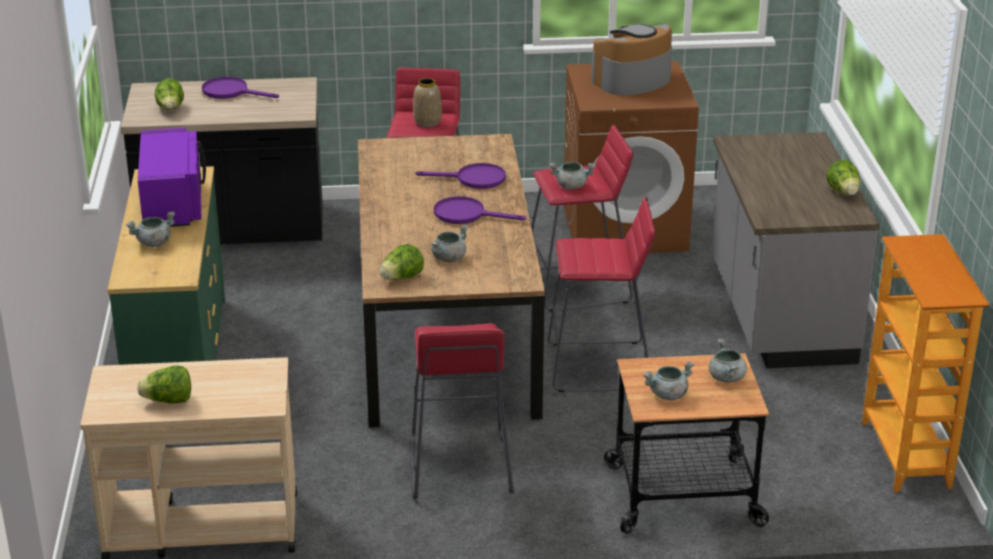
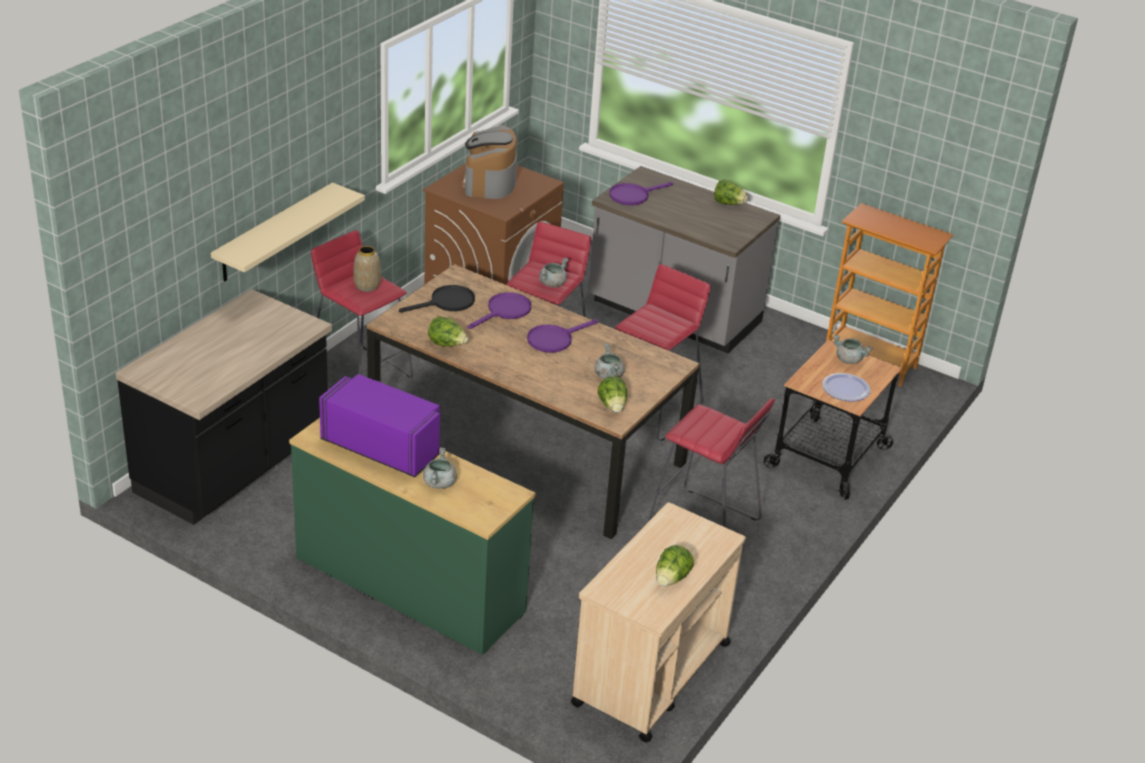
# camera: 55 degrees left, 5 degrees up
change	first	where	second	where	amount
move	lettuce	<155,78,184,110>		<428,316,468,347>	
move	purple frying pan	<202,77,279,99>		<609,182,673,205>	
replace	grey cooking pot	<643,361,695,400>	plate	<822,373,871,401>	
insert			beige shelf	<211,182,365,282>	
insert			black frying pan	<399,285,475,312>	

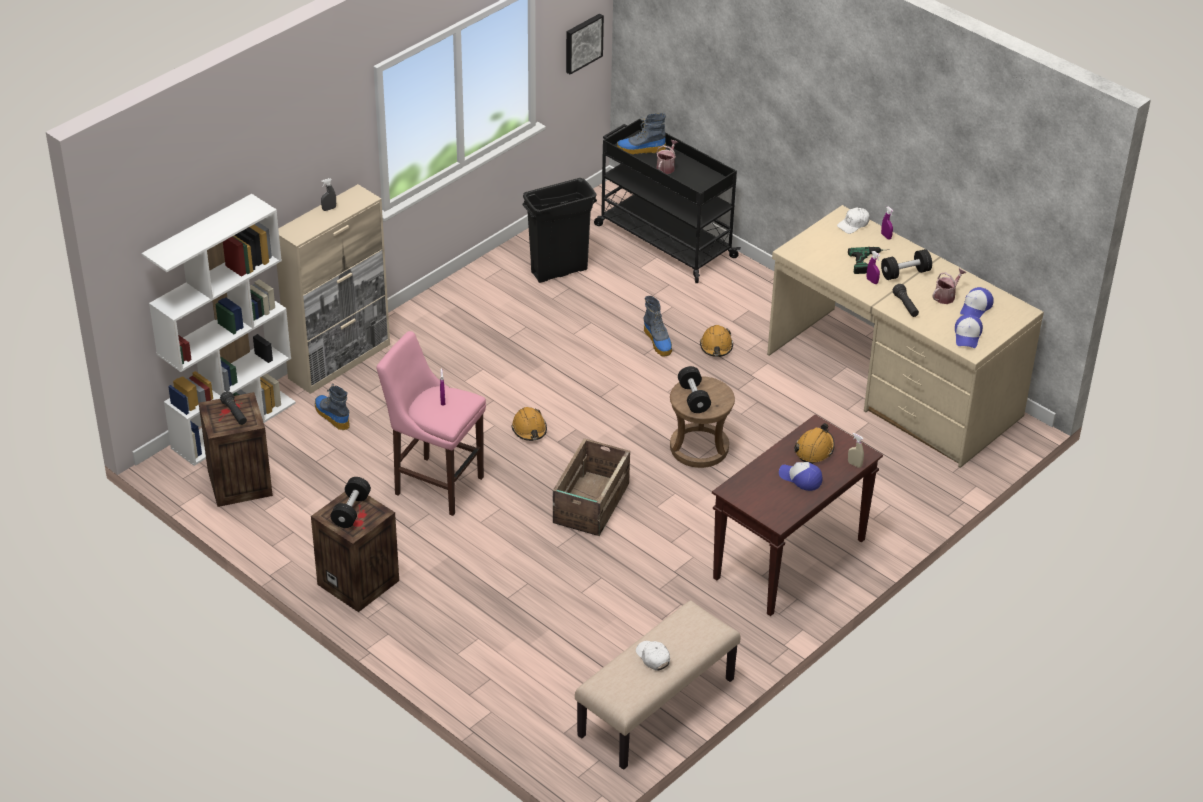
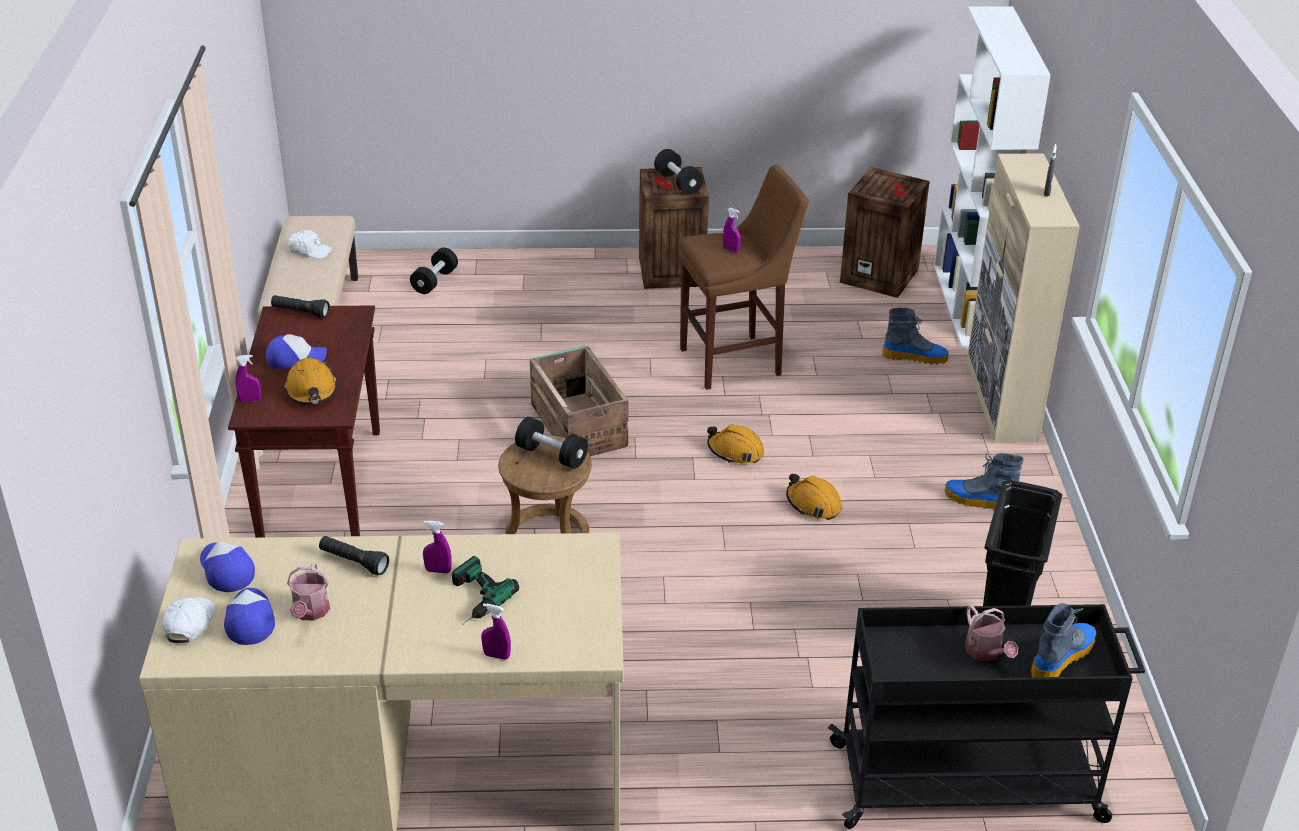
# camera: 135 degrees right, 5 degrees down
change	first	where	second	where	amount
move	black flashlight	<220,391,247,425>		<271,295,330,318>	
recolor	pink stool	<376,331,486,516>	brown stool	<678,165,808,390>	
delete	picture	<566,13,604,75>			
move	boot	<643,296,672,357>		<945,453,1024,510>	
move	orange hard hat	<700,325,733,357>		<786,474,842,520>	
move	white cap	<837,207,870,234>		<162,597,216,643>	
recolor	beige spray bottle	<848,433,864,468>	purple spray bottle	<235,355,261,402>	
move	black dumbbell	<881,249,932,280>		<410,248,458,294>	

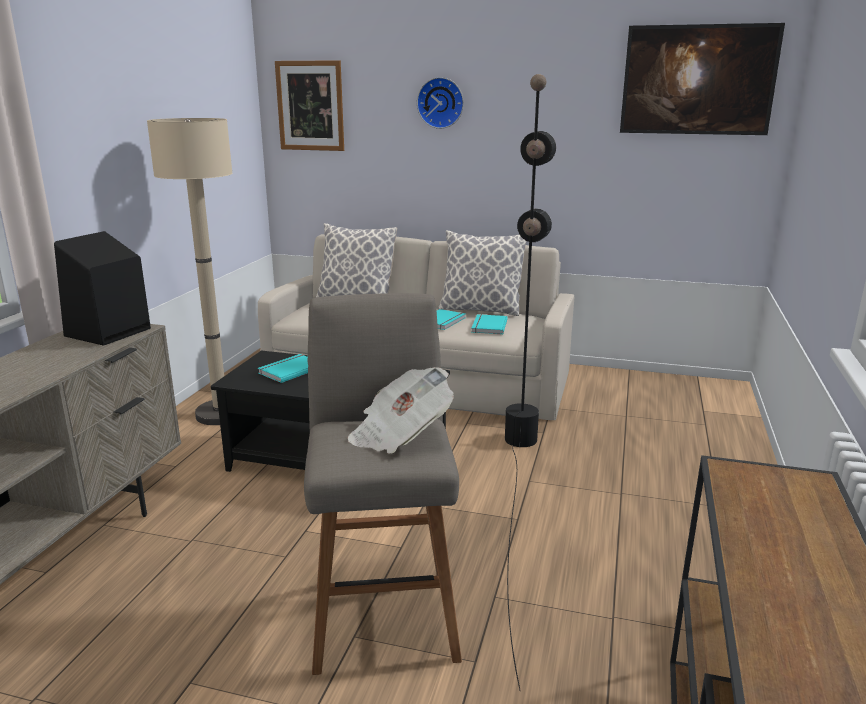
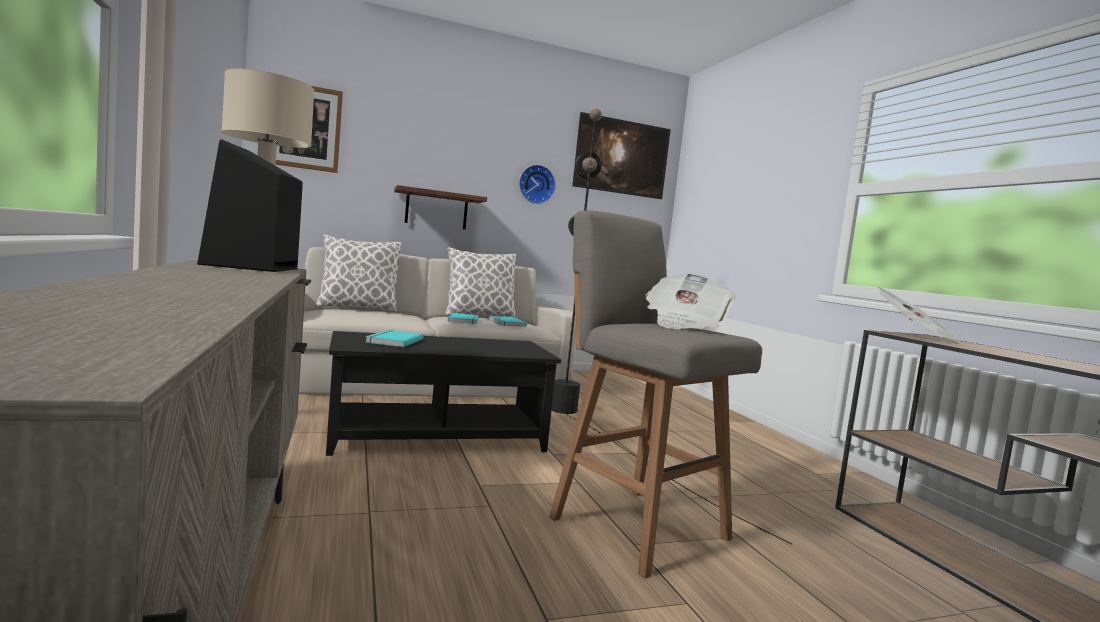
# camera: 35 degrees left, 15 degrees down
change	first	where	second	where	amount
move	wall clock	<417,77,464,129>		<519,165,556,204>	
insert			shelf	<394,185,487,230>	
insert			newspaper	<876,286,959,344>	

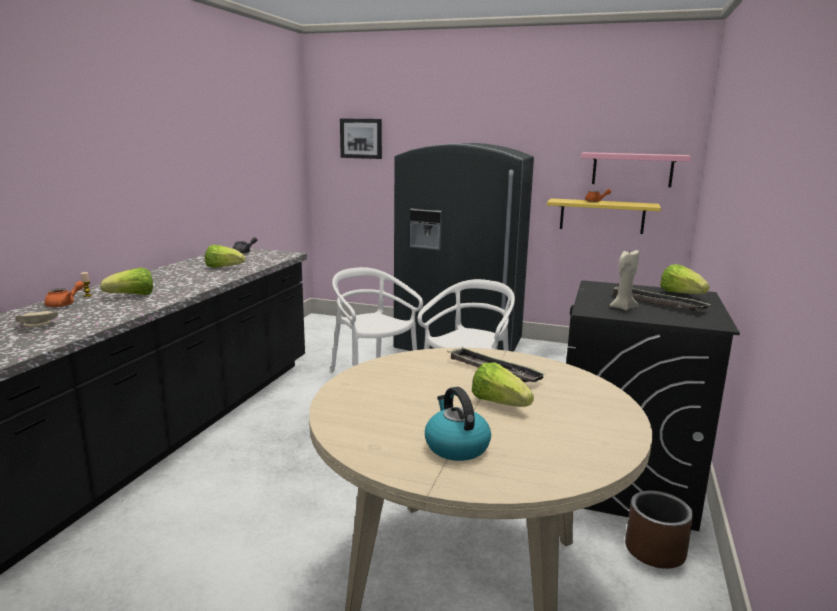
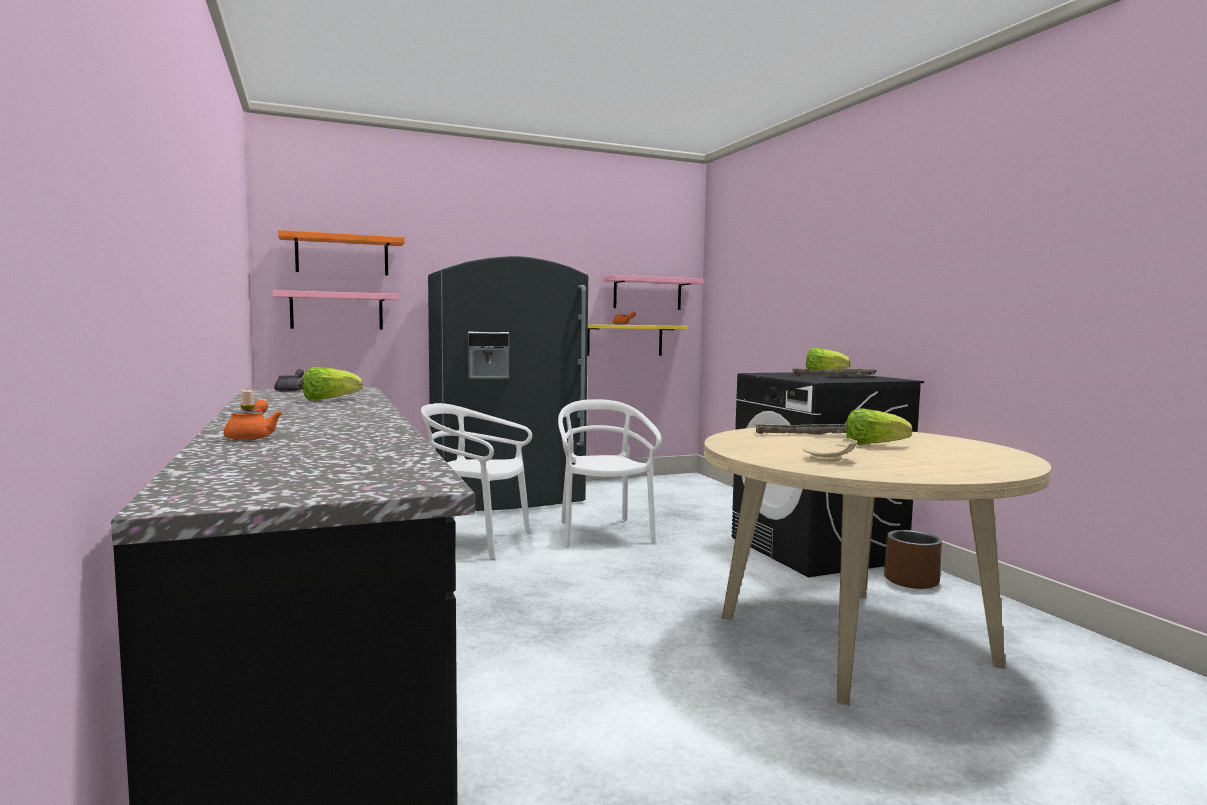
# camera: 40 degrees left, 10 degrees down
change	first	where	second	where	amount
move	beige plate	<15,311,58,327>		<802,438,857,462>	
delete	lettuce	<100,268,153,295>			
replace	picture	<340,118,382,159>	orange shelf	<278,230,405,276>	
delete	kettle	<425,387,491,461>			
delete	beige candle	<609,250,639,311>			
insert			pink shelf	<272,290,399,330>	

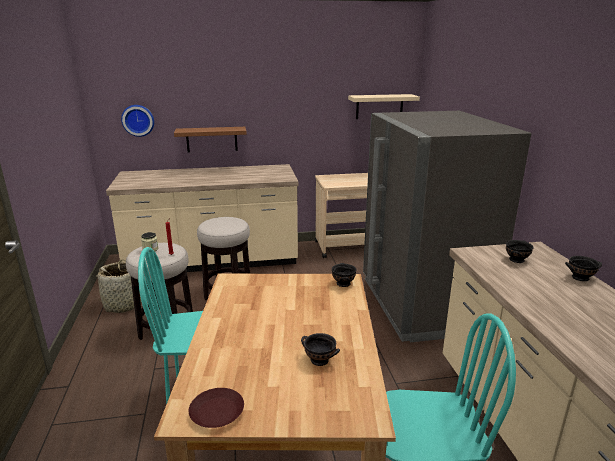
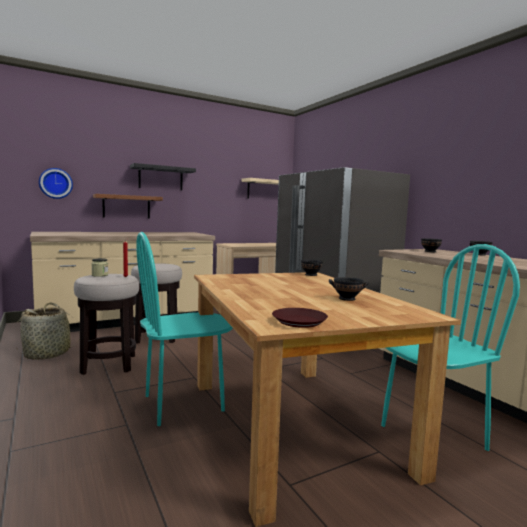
# camera: 20 degrees left, 15 degrees down
change	first	where	second	where	amount
insert			black shelf	<130,163,196,190>	

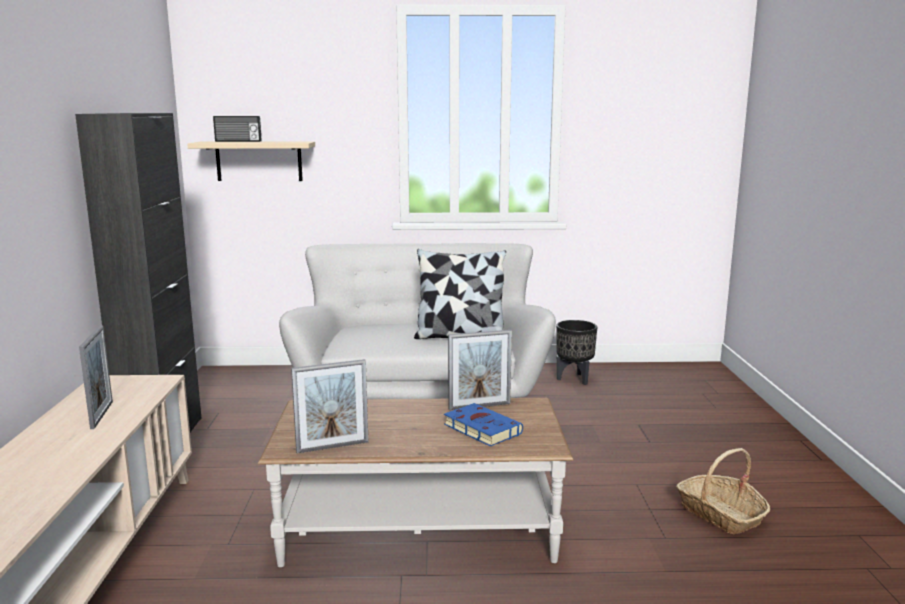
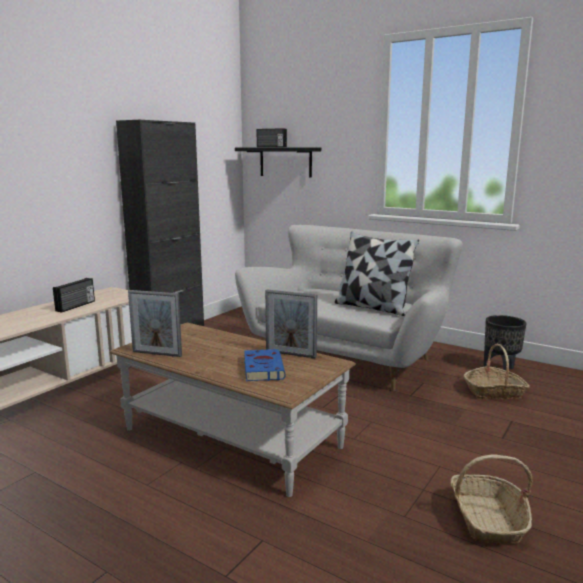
# camera: 35 degrees right, 0 degrees up
change	first	where	second	where	amount
replace	picture frame	<79,326,113,429>	radio	<53,278,95,313>	
recolor	beige shelf	<187,141,315,181>	black shelf	<235,148,321,178>	
insert			basket	<464,344,530,399>	

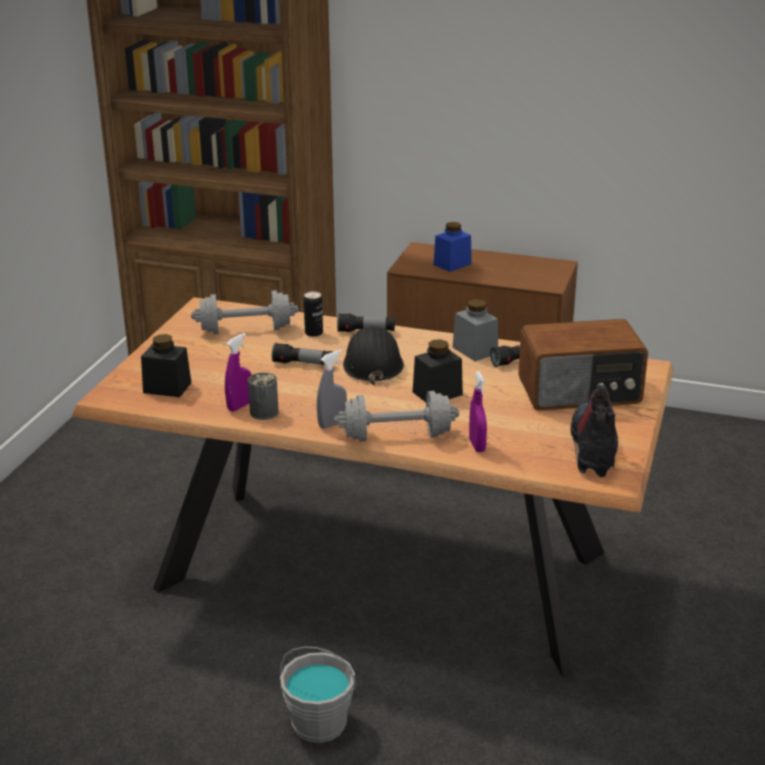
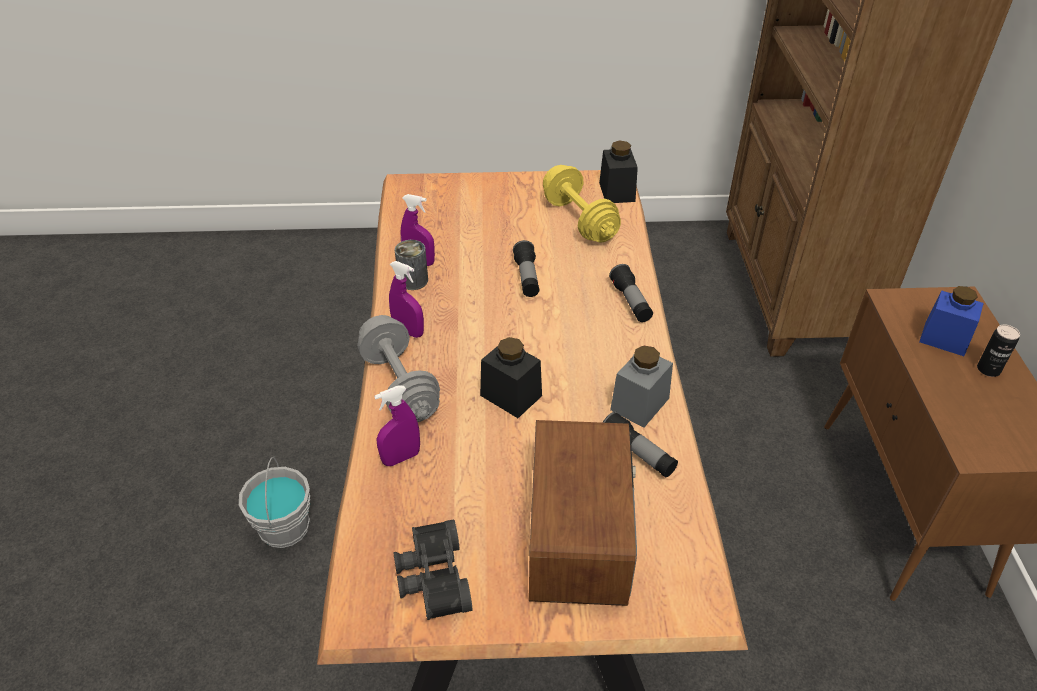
# camera: 70 degrees right, 15 degrees up
change	first	where	second	where	amount
move	black jar	<141,334,192,397>		<599,140,638,203>	
recolor	grey dumbbell	<191,290,298,334>	yellow dumbbell	<543,165,621,243>	
move	can	<304,291,323,337>		<977,324,1020,377>	
recolor	grey spray bottle	<317,350,347,429>	purple spray bottle	<389,261,424,338>	
delete	black hard hat	<343,326,404,385>			
rotate	radio	<518,319,648,411>		<529,420,637,606>	150 degrees counterclockwise
replace	boot	<571,385,618,477>	black binoculars	<393,519,473,620>	

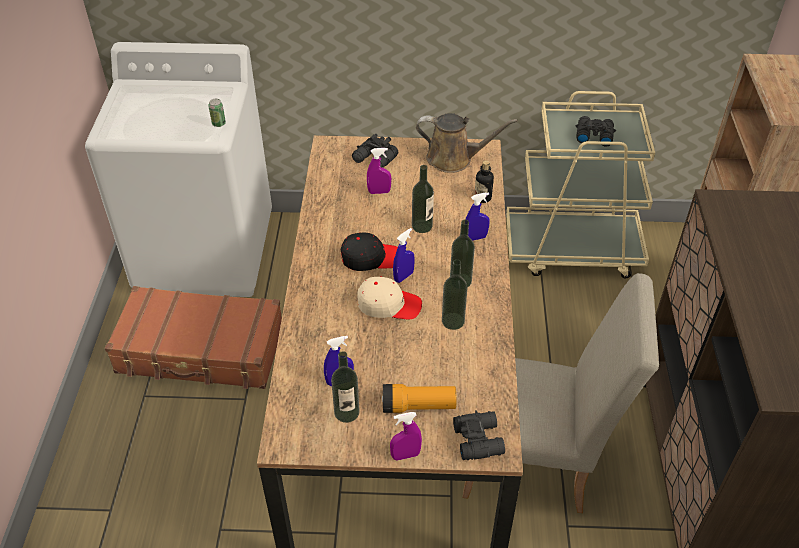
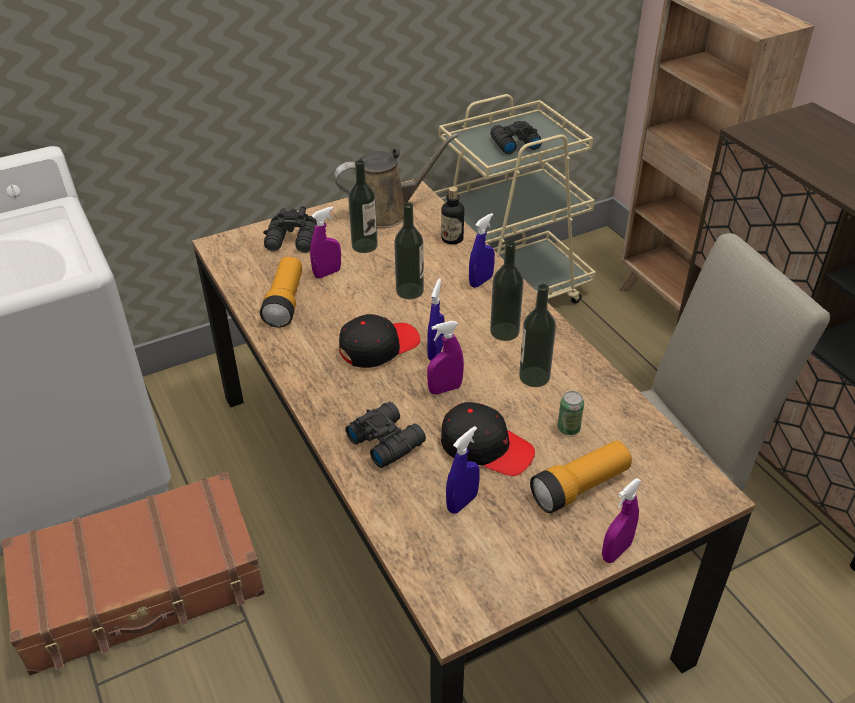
# camera: 30 degrees left, 5 degrees down
change	first	where	second	where	amount
move	can	<208,99,226,127>		<557,391,584,435>	
move	bottle	<331,351,360,423>		<348,160,378,253>	
replace	beige cap	<357,276,422,319>	purple spray bottle	<427,321,464,394>	
move	black binoculars	<453,410,505,460>		<345,402,426,468>	
insert			flashlight	<260,257,302,328>	
insert			black cap	<441,402,535,476>	

